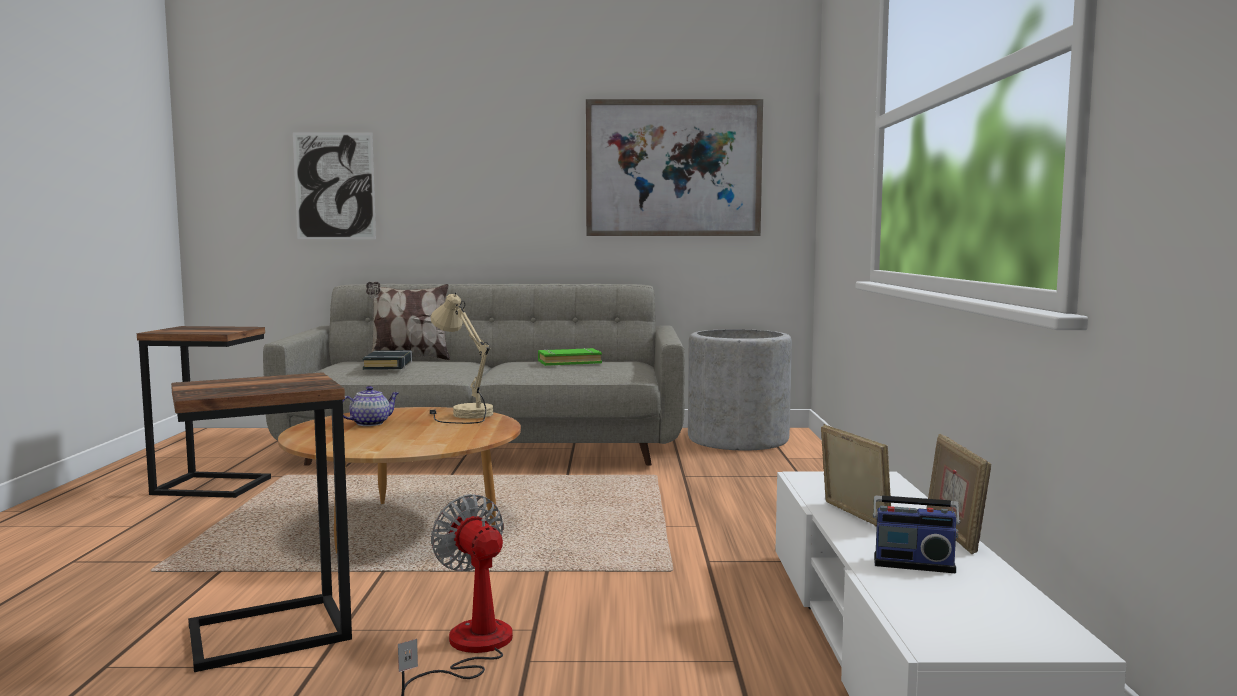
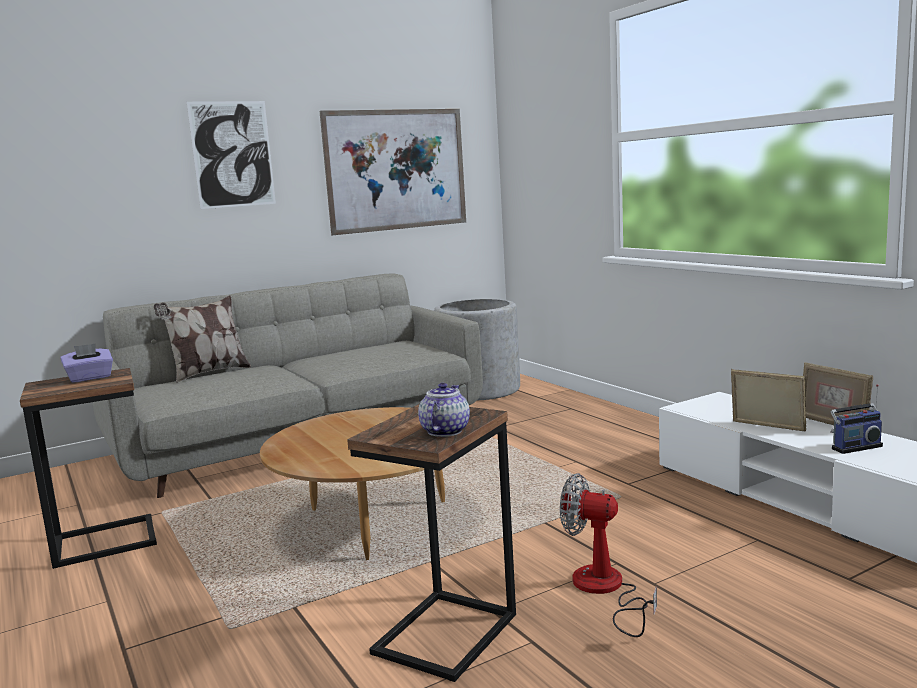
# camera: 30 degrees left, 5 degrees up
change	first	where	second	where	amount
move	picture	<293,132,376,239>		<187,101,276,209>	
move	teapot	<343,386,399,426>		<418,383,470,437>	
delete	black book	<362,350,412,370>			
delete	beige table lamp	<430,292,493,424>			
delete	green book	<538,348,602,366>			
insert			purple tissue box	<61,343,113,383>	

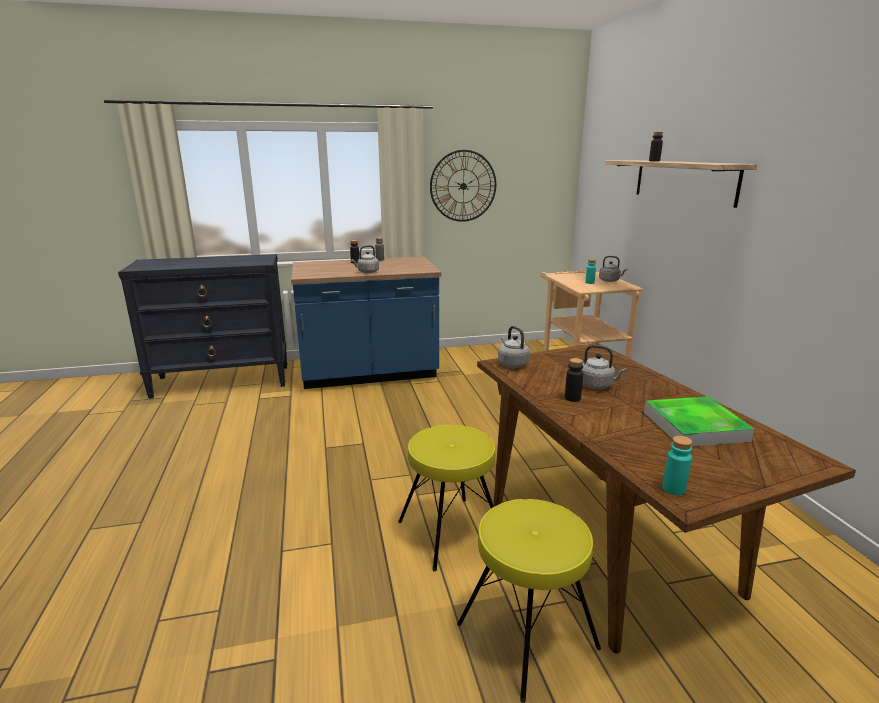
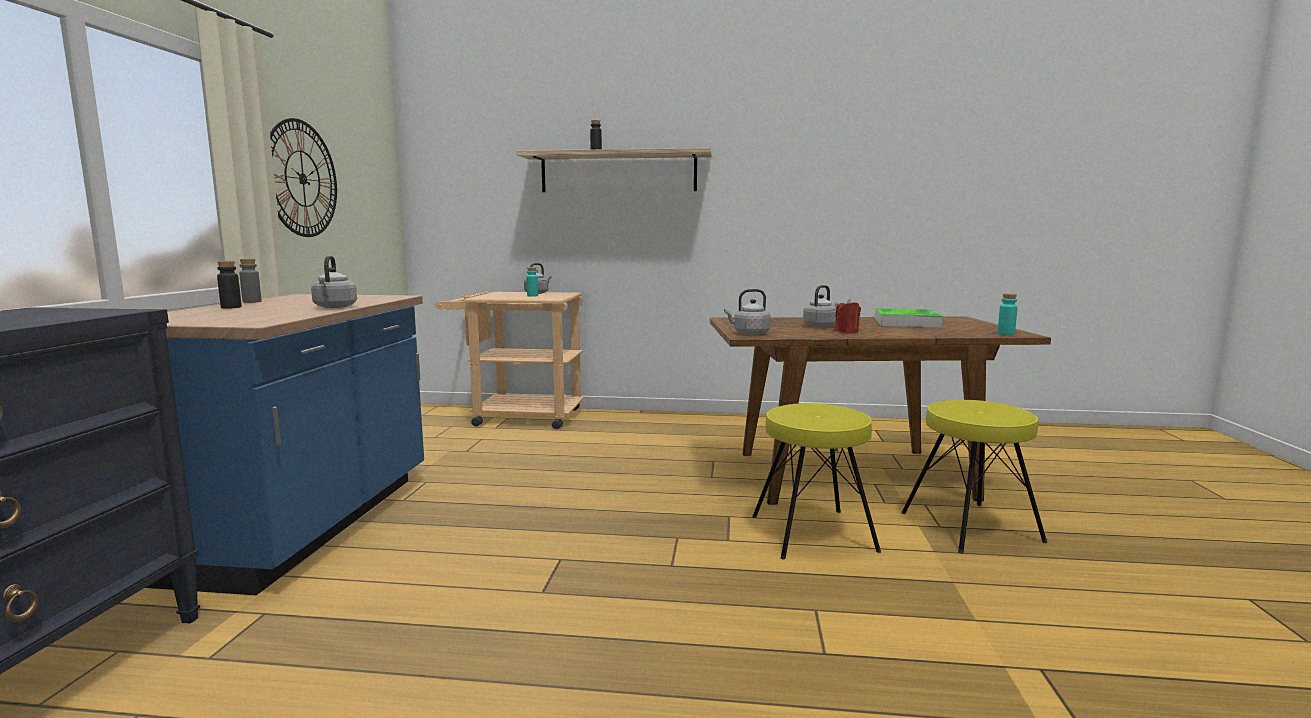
# camera: 70 degrees left, 10 degrees down
change	first	where	second	where	amount
replace	black bottle	<565,358,583,402>	red candle	<835,299,861,333>	

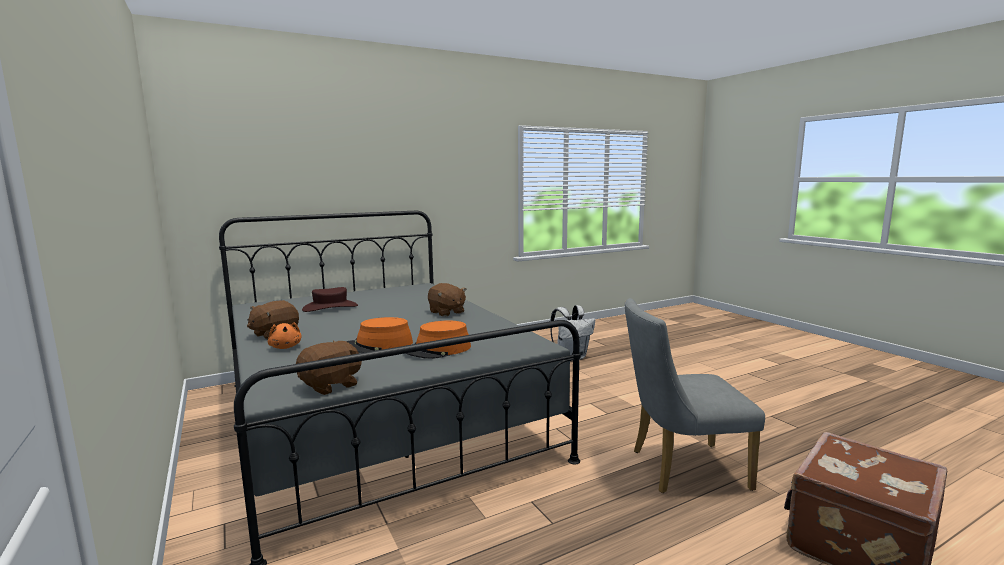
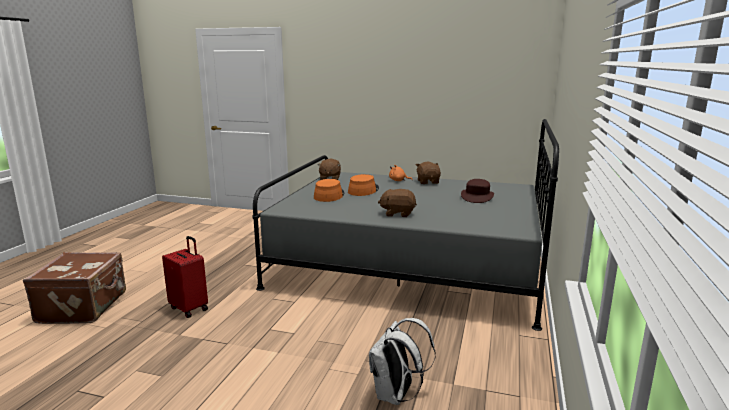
# camera: 135 degrees right, 5 degrees up
change	first	where	second	where	amount
replace	grey chair	<625,298,765,493>	red suitcase	<162,236,208,318>	

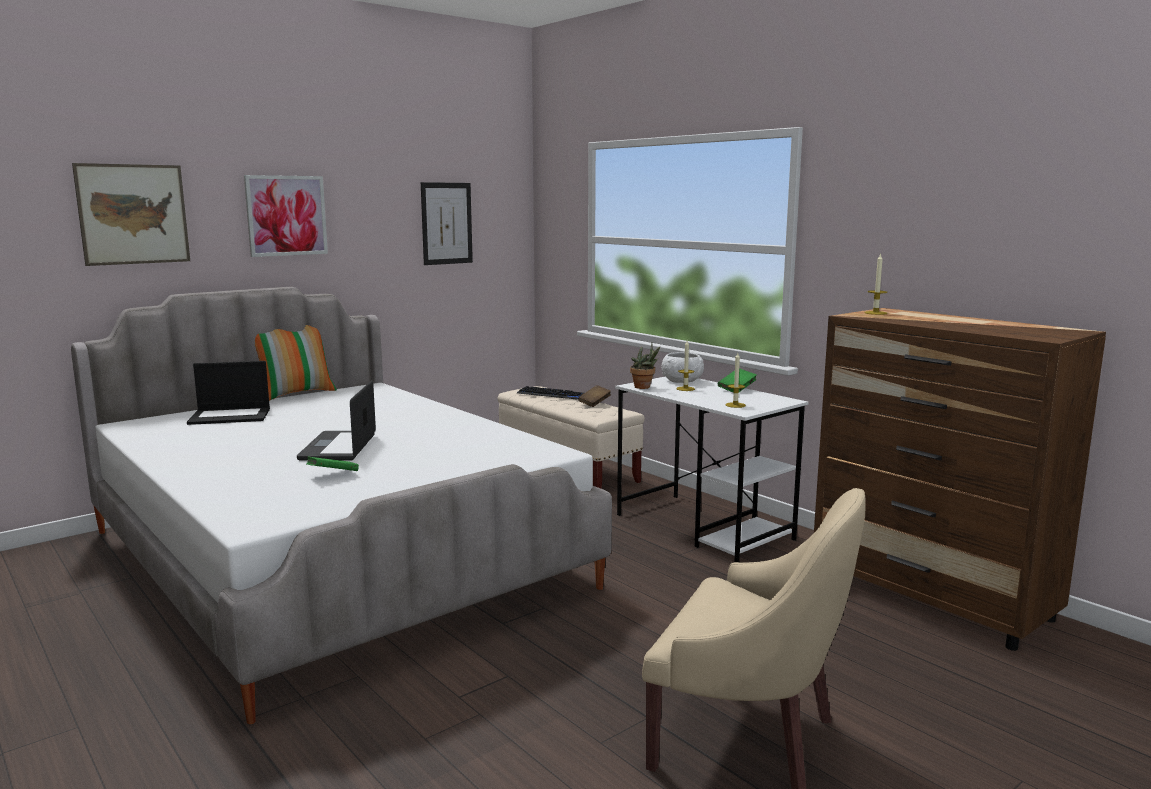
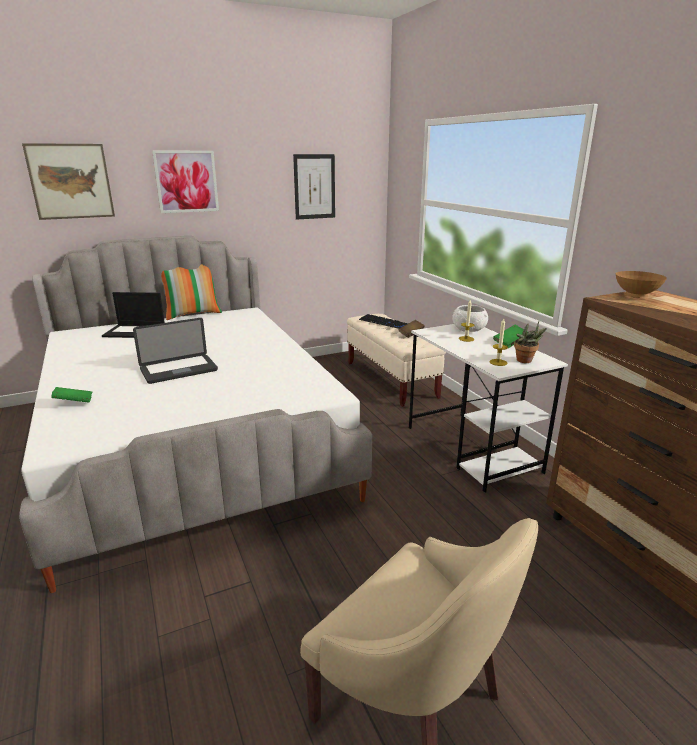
# camera: 15 degrees right, 10 degrees up
change	first	where	second	where	amount
rotate	laptop	<297,380,376,461>		<133,318,218,384>	135 degrees counterclockwise
move	green book	<306,456,359,471>		<51,387,92,403>	
move	potted plant	<630,343,660,389>		<514,321,547,363>	
replace	candle	<864,253,887,315>	brown bowl	<616,271,667,298>	

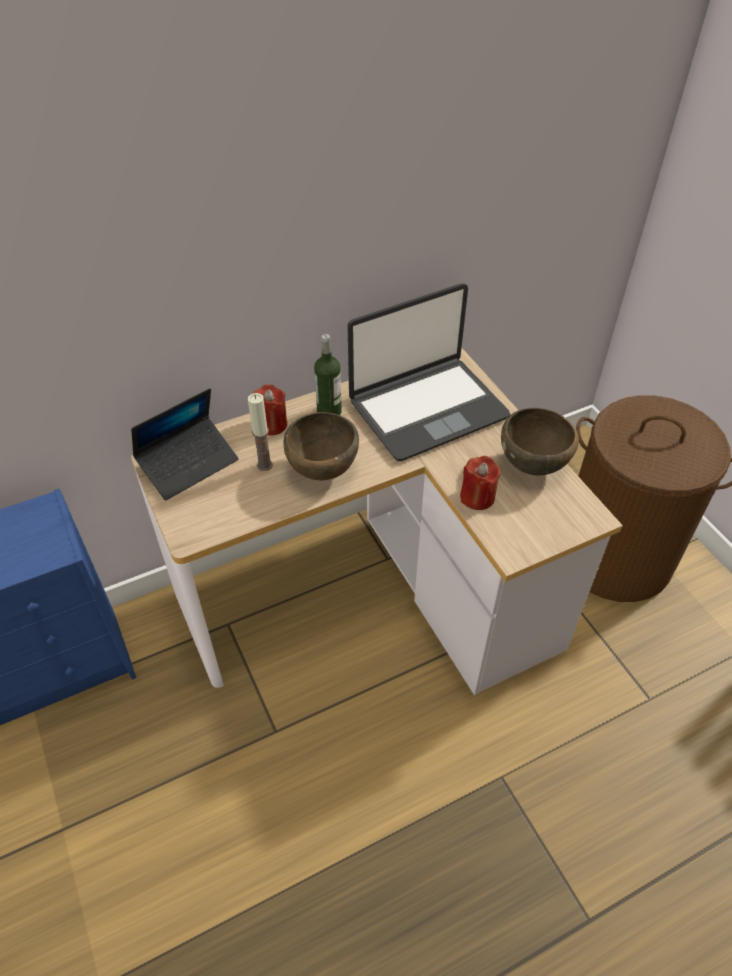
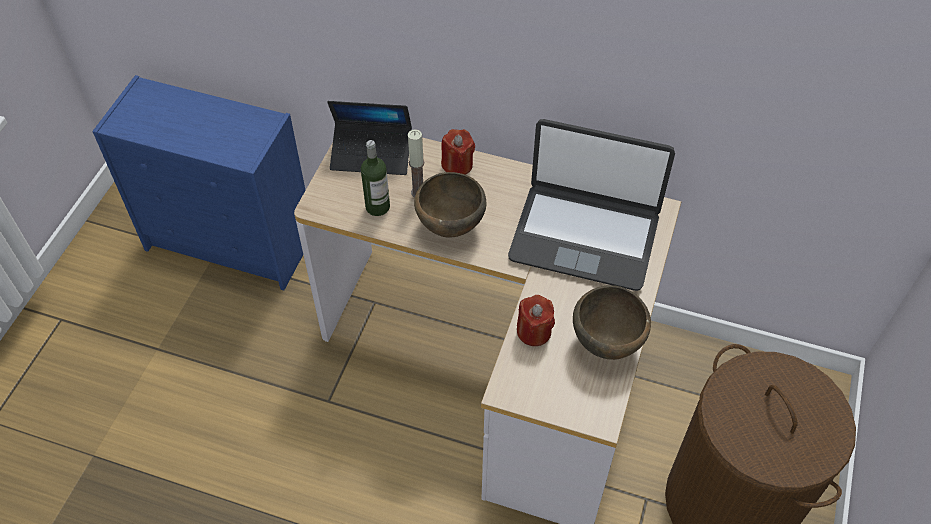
# camera: 45 degrees right, 5 degrees up
change	first	where	second	where	amount
move	bottle	<314,334,342,415>		<361,140,390,216>	

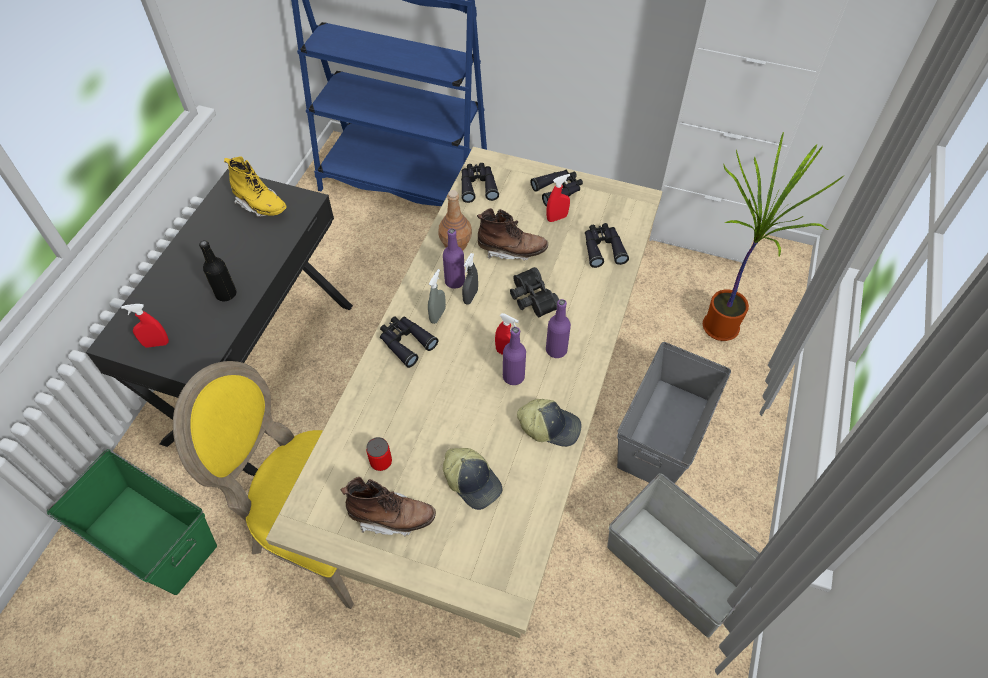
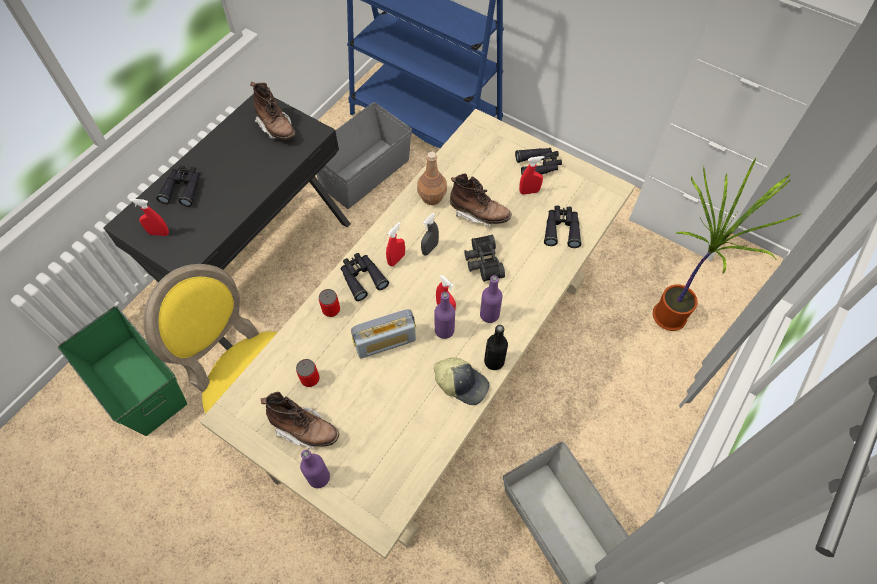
# camera: 15 degrees right, 5 degrees up
change	first	where	second	where	amount
move	black bottle	<199,240,237,302>		<484,325,508,370>	
recolor	yellow boot	<224,157,287,217>	brown boot	<250,82,295,140>	
recolor	grey spray bottle	<428,269,446,324>	red spray bottle	<386,222,405,266>	
move	purple bottle	<443,228,465,289>		<300,450,330,488>	
delete	cap	<443,448,503,510>			
move	black binoculars	<461,163,499,203>		<156,165,200,207>	
move	grey storage box	<617,342,731,483>		<316,102,412,209>	
insert			can	<319,289,340,317>	
insert			radio	<351,309,416,359>	

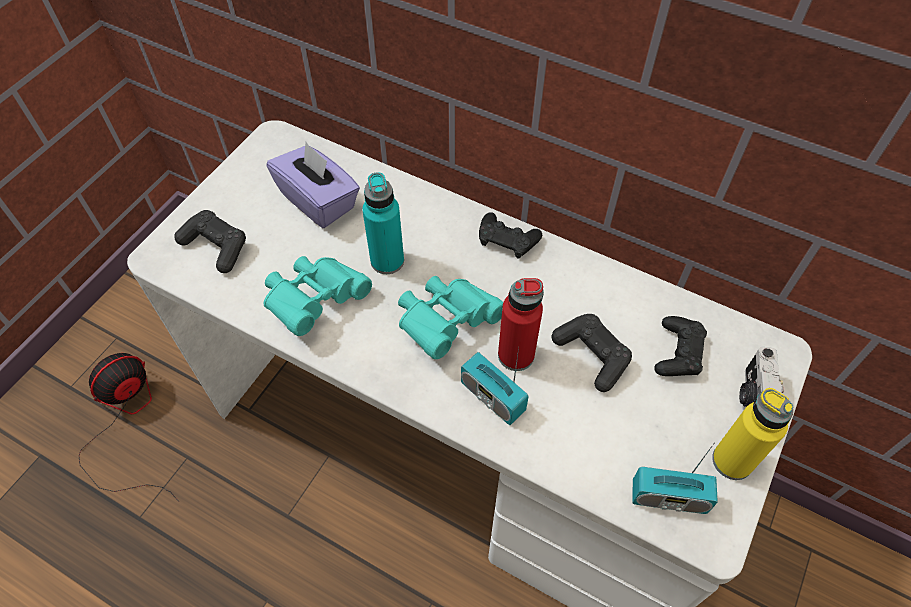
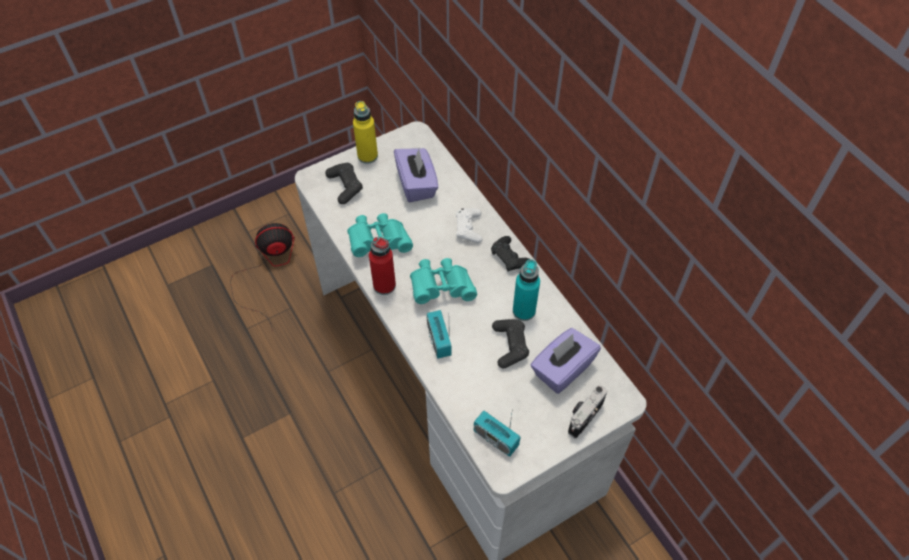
# camera: 30 degrees right, 0 degrees up
change	first	where	second	where	amount
move	turquoise bottle	<362,173,404,274>		<513,259,540,321>	
move	red bottle	<498,278,544,371>		<369,237,396,295>	
replace	black game controller	<655,316,707,376>	purple tissue box	<531,328,601,394>	
move	yellow bottle	<712,388,793,480>		<353,101,378,164>	
insert			white game controller	<456,208,482,243>	

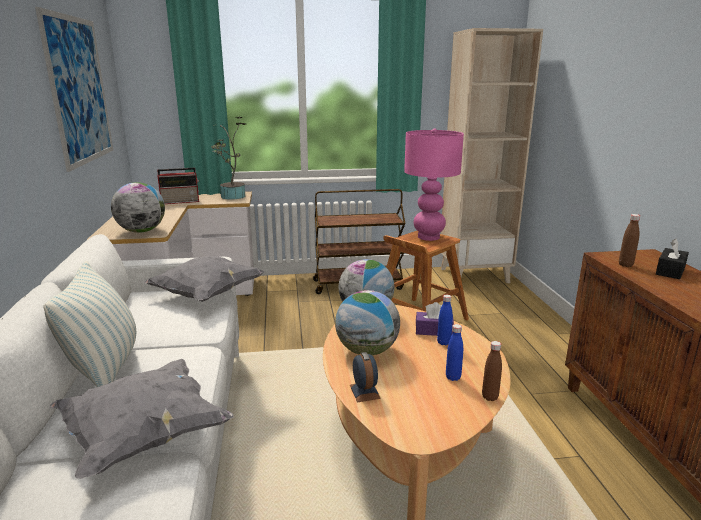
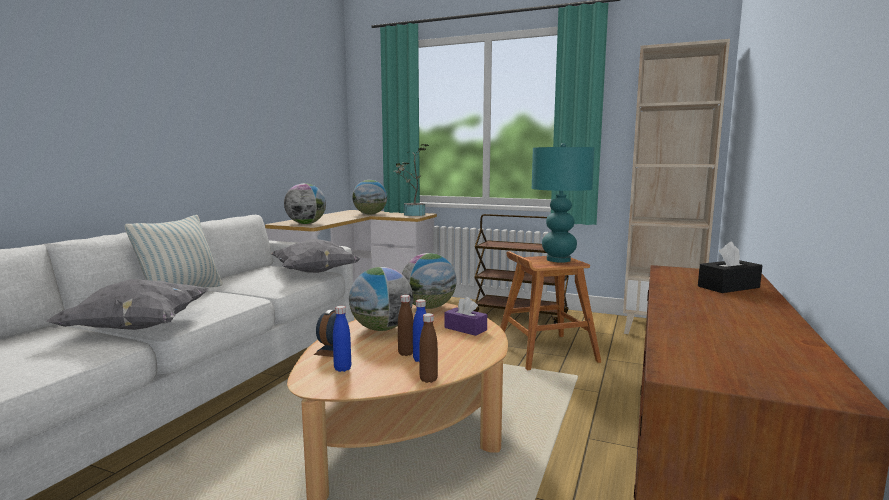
# camera: 30 degrees right, 10 degrees down
change	first	where	second	where	amount
delete	picture	<35,7,113,172>			
replace	radio	<157,167,199,204>	globe	<352,180,387,215>	
recolor	pink table lamp	<404,129,464,241>	turquoise table lamp	<532,143,594,262>	
move	blue bottle	<437,295,453,345>		<333,306,351,372>	
move	brown bottle	<619,214,640,267>		<398,295,414,356>	

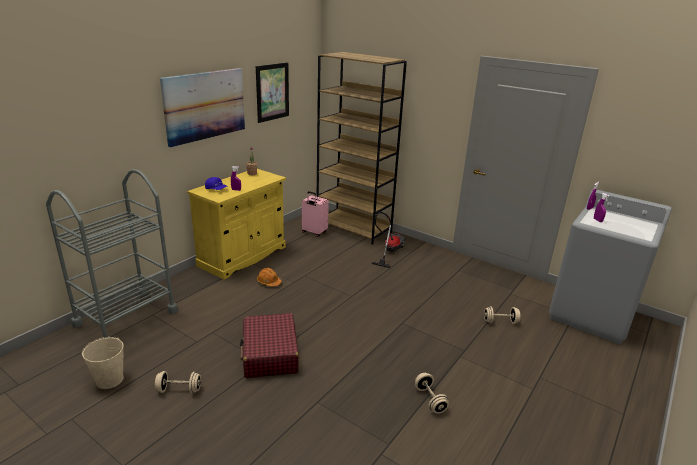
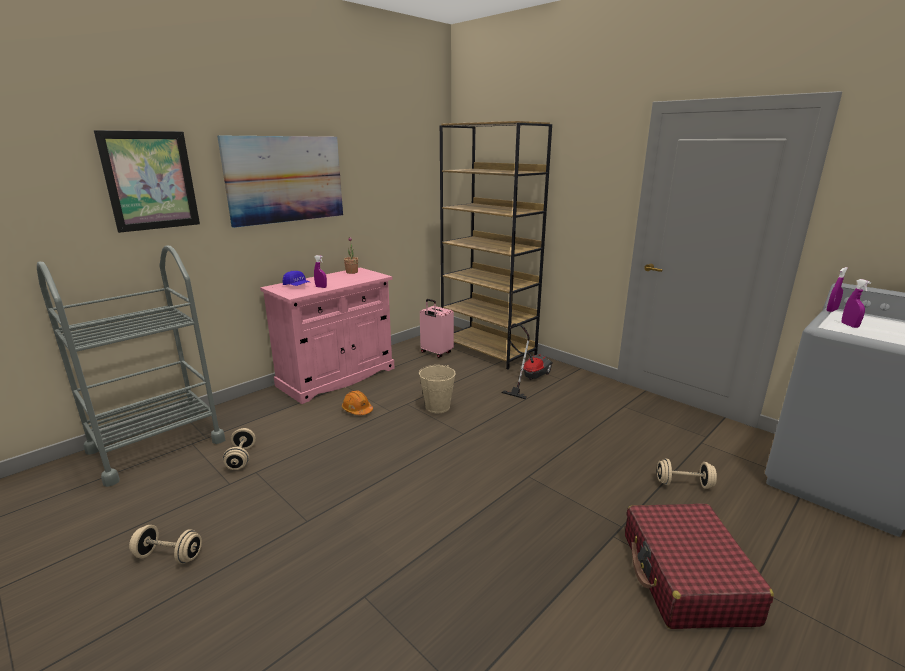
# camera: 10 degrees right, 5 degrees down
change	first	where	second	where	amount
move	beige bucket	<82,337,124,389>		<419,365,456,413>	
recolor	yellow cabinet	<187,169,286,280>	pink cabinet	<260,268,395,404>	
move	red suitcase	<240,313,299,378>		<625,503,774,629>	
move	picture	<256,62,289,123>		<94,130,200,233>	
move	beige dumbbell	<415,373,449,414>		<223,428,256,470>	

